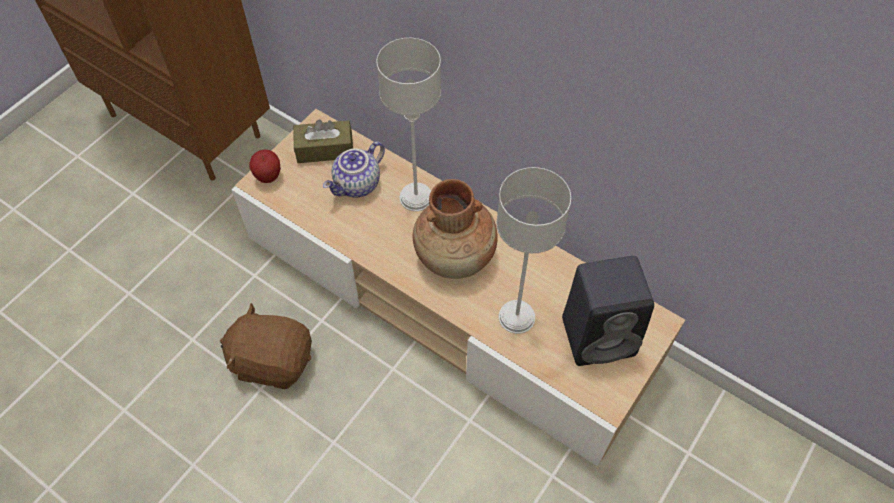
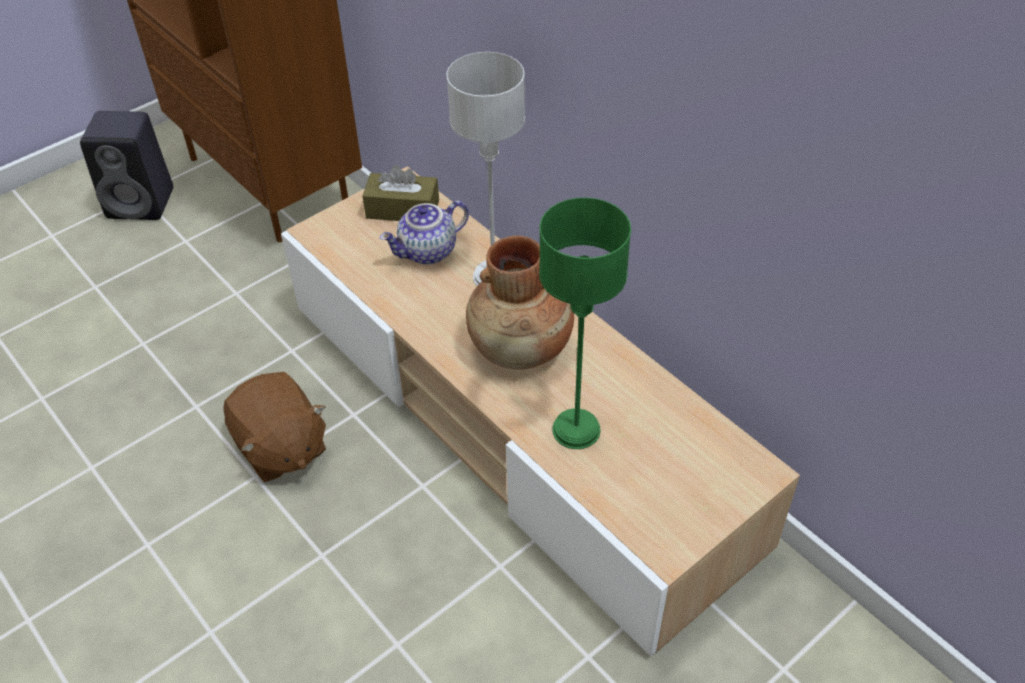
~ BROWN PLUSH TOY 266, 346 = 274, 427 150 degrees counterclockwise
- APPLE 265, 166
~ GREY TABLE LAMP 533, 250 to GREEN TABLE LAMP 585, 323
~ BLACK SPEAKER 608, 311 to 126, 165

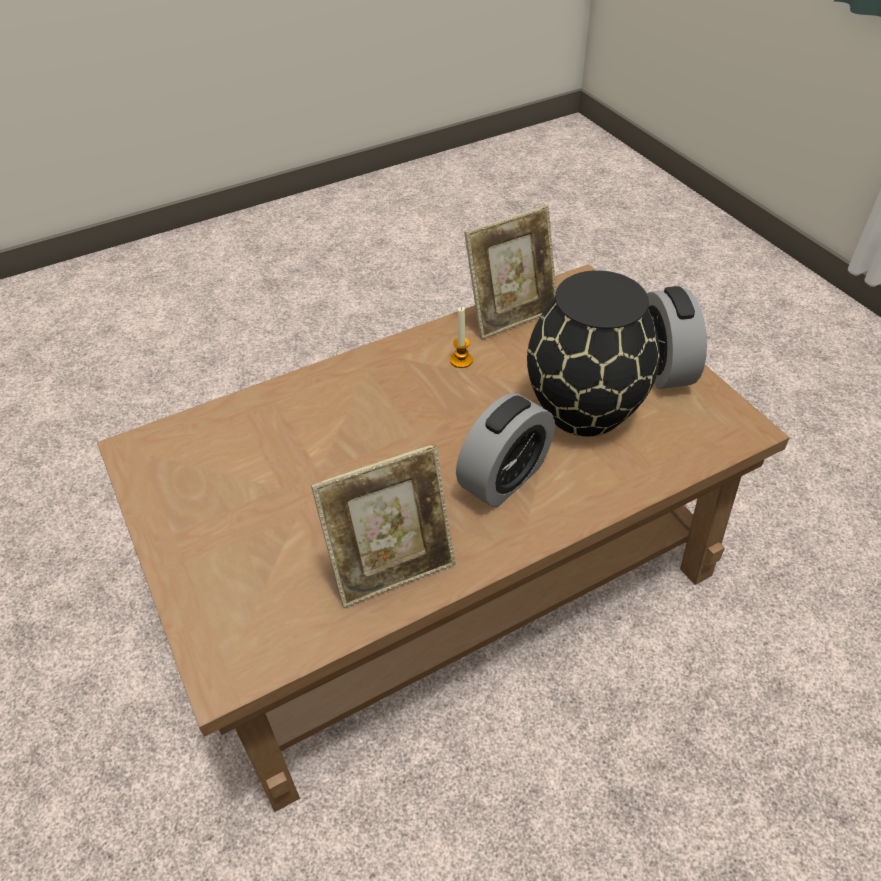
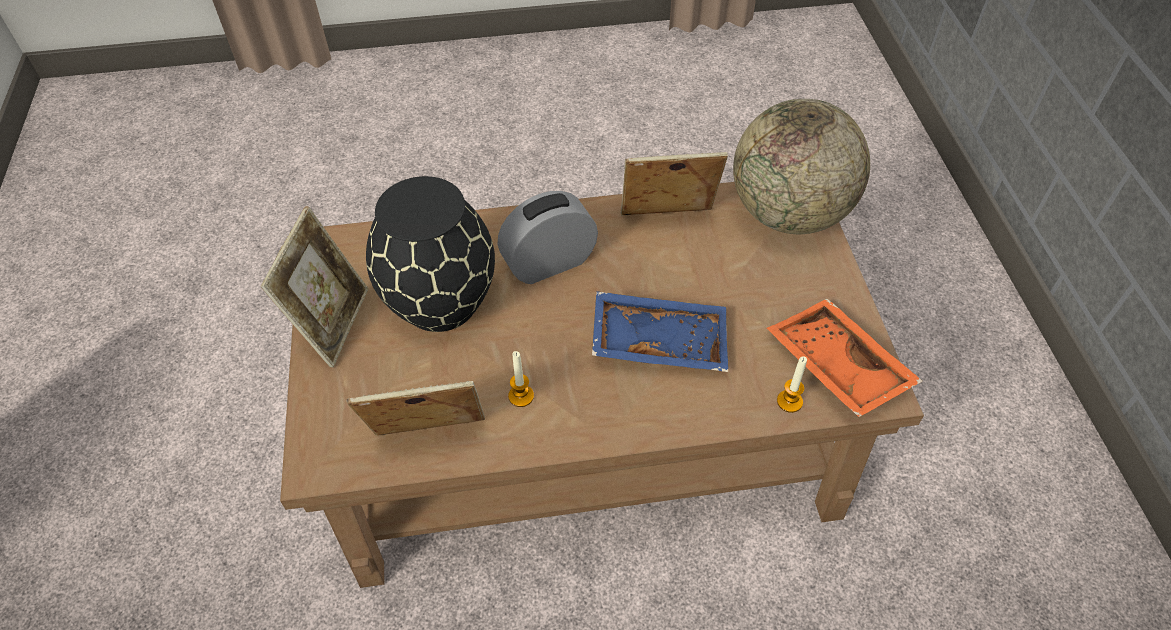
~ ALARM CLOCK 677, 337 to PICTURE FRAME 314, 286
+ BLUE TRAY 660, 331
+ GLOBE 801, 166
+ ORANGE TRAY 845, 358
+ CANDLE 792, 384

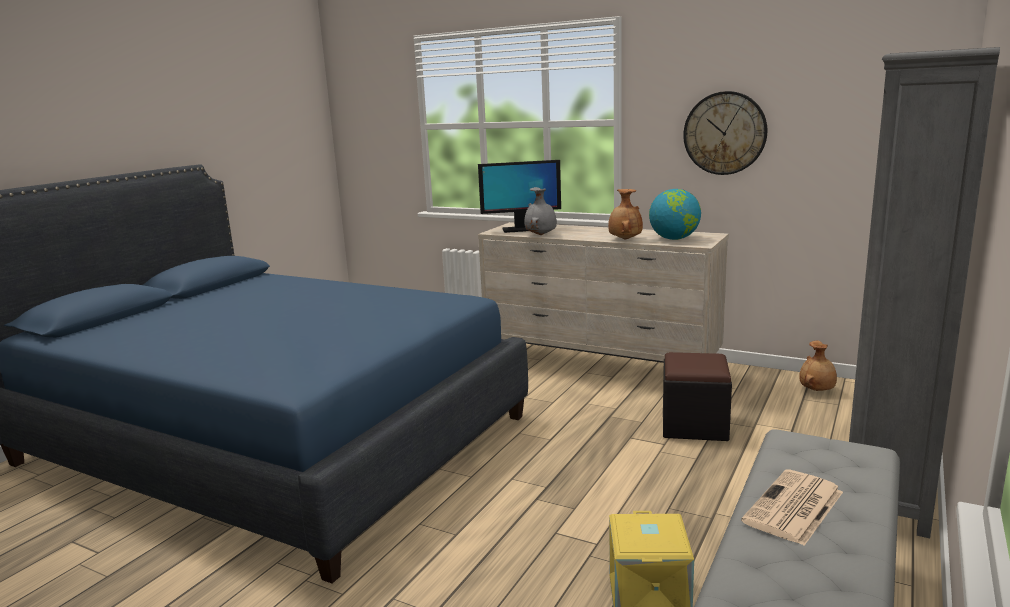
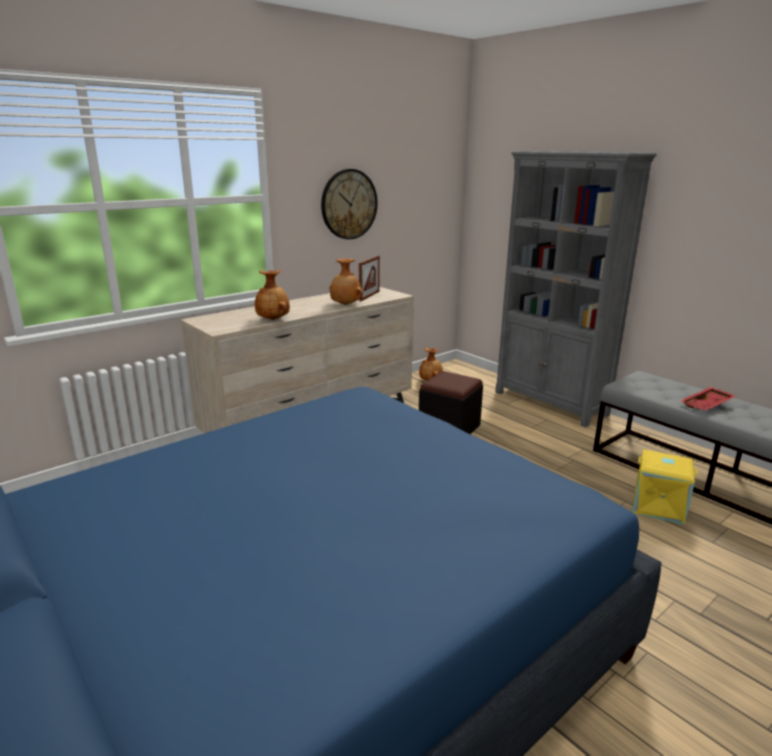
- MONITOR 519, 196
~ GREY VASE 541, 211 to BROWN VASE 272, 295
~ GLOBE 675, 214 to PICTURE FRAME 369, 278
~ NEWSPAPER 792, 508 to RED TRAY 707, 398

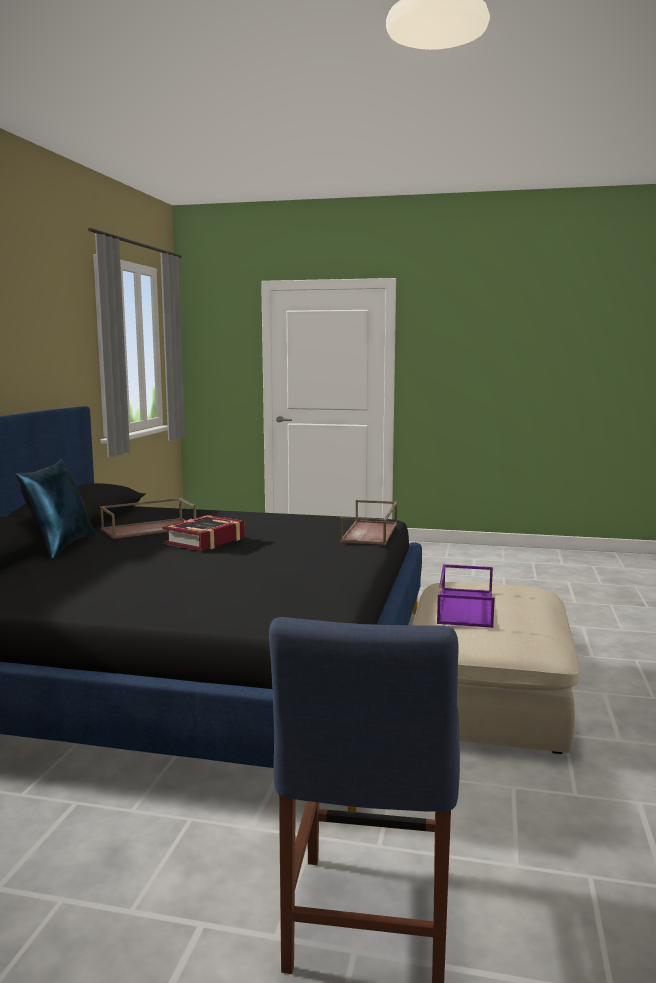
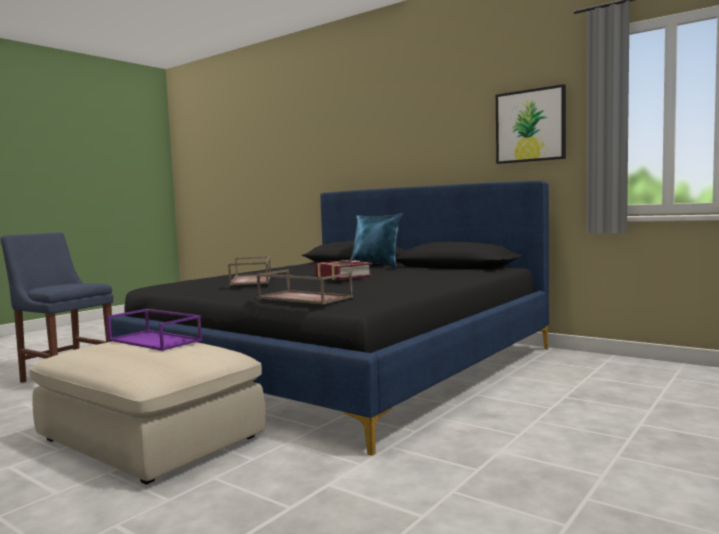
~ BROWN TRAY 148, 518 to 249, 270
+ PICTURE 531, 124

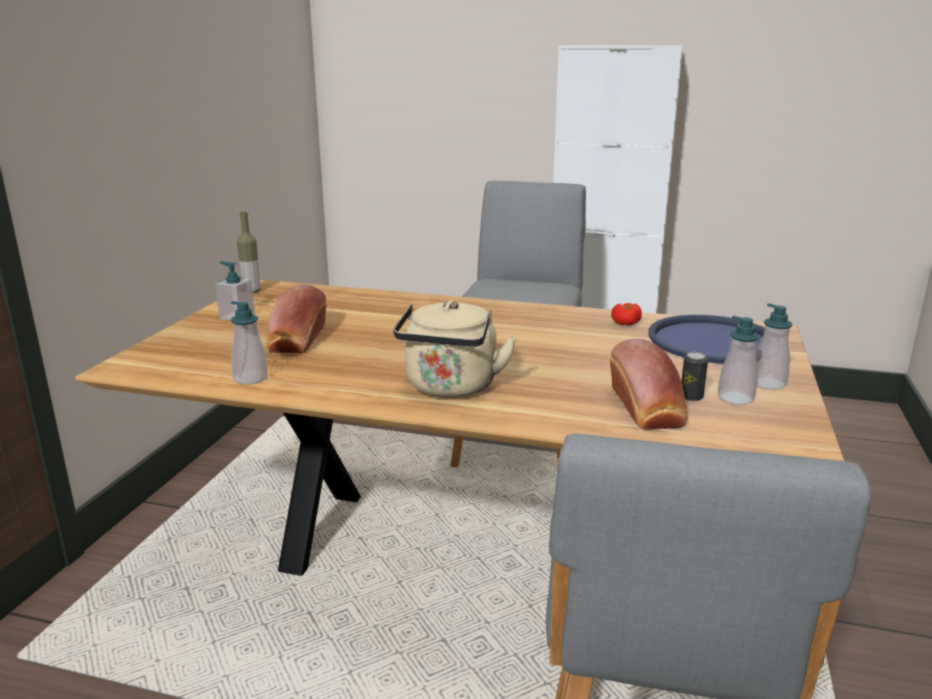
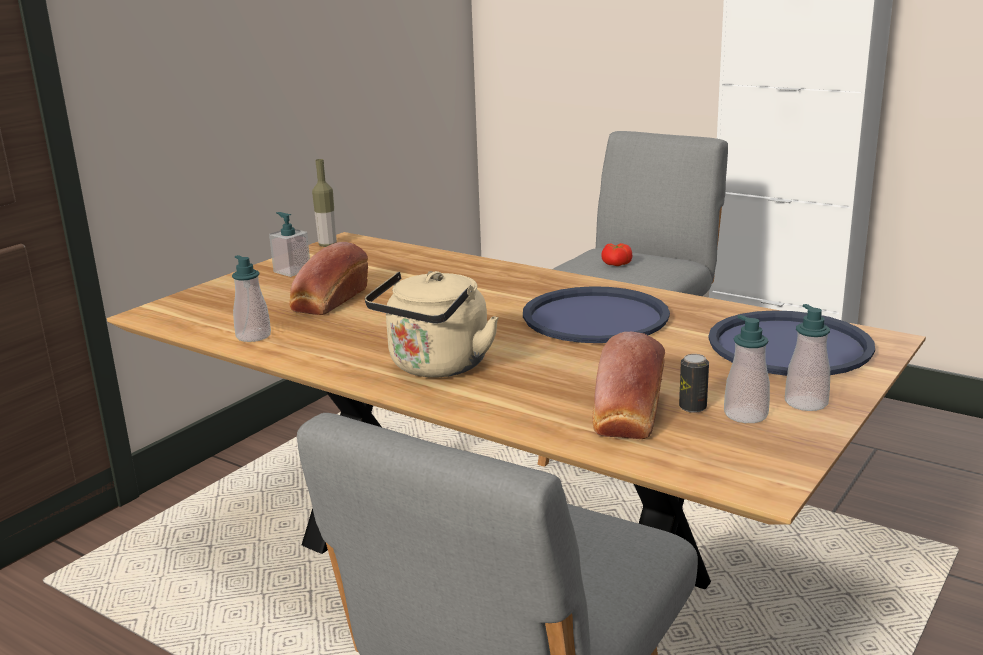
~ TOMATO 626, 314 to 616, 254
+ BLUE TRAY 596, 314

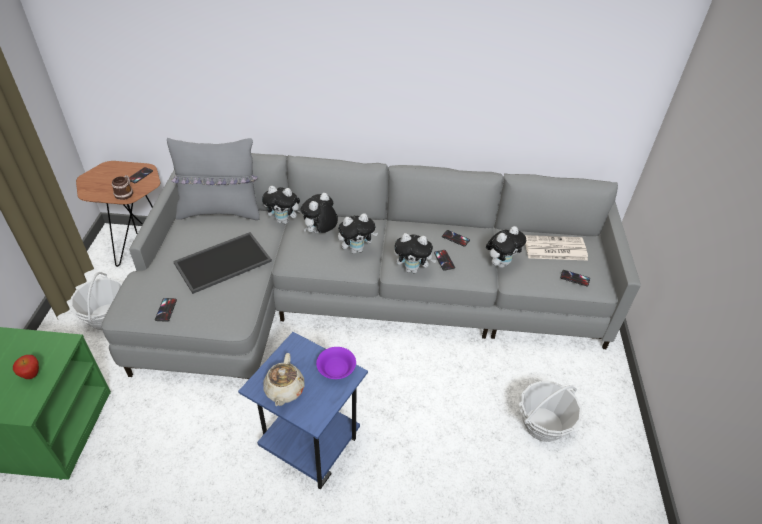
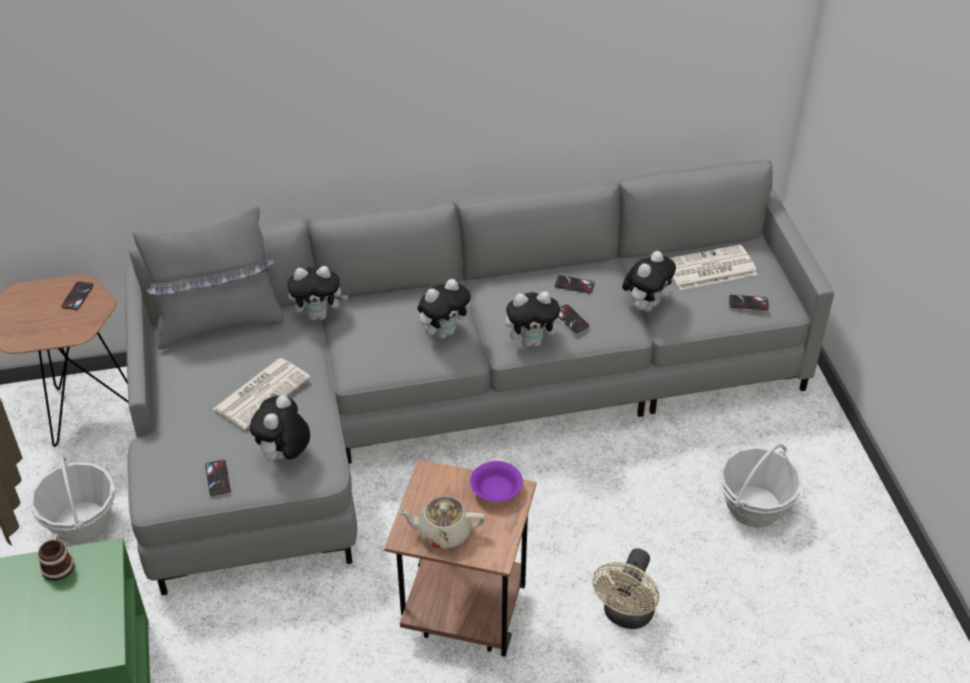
- APPLE 26, 367
~ MUG 122, 187 to 56, 557
~ TRAY 222, 263 to NEWSPAPER 262, 394
~ BLUE SIDE TABLE 303, 411 to BROWN SIDE TABLE 460, 558
~ BEIGE TEAPOT 284, 379 = 441, 522 105 degrees clockwise
~ PLUSH TOY 319, 213 to 280, 429
+ BEIGE FAN 625, 588

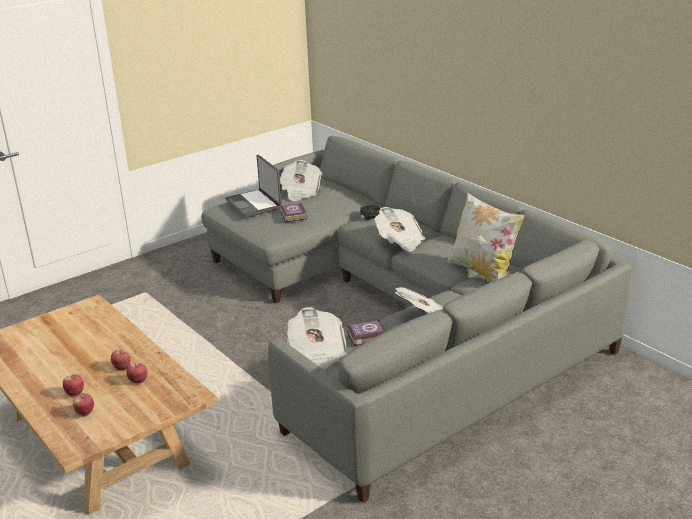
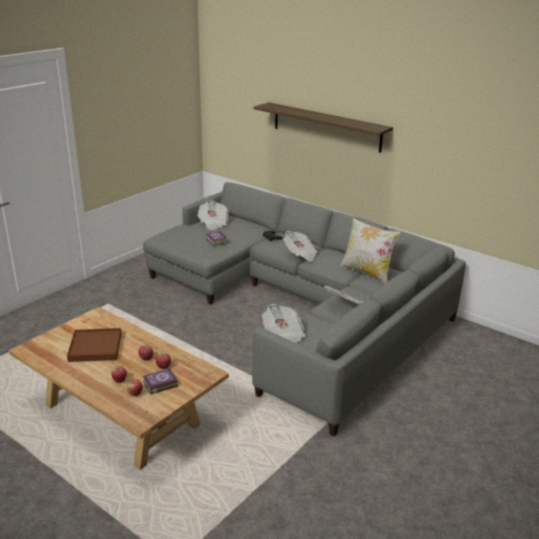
- LAPTOP 253, 186
~ BOOK 366, 333 to 160, 381
+ BROWN TRAY 94, 345
+ SHELF 323, 127

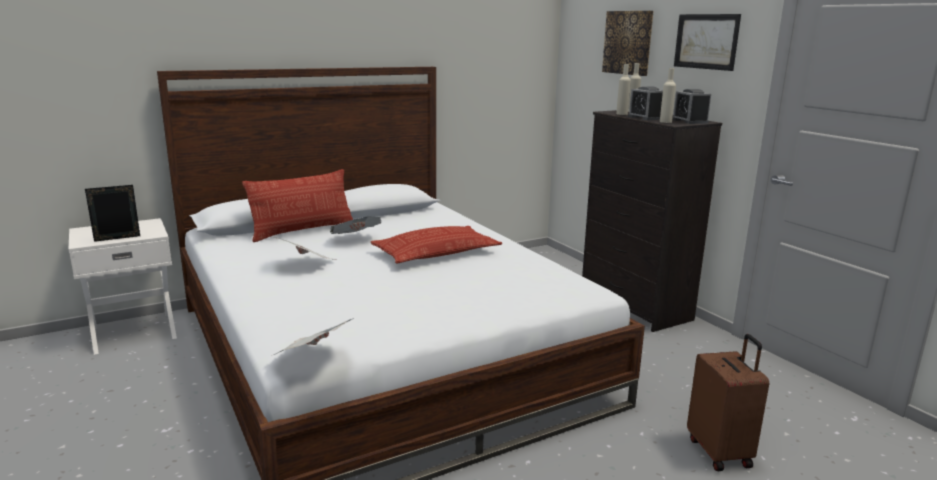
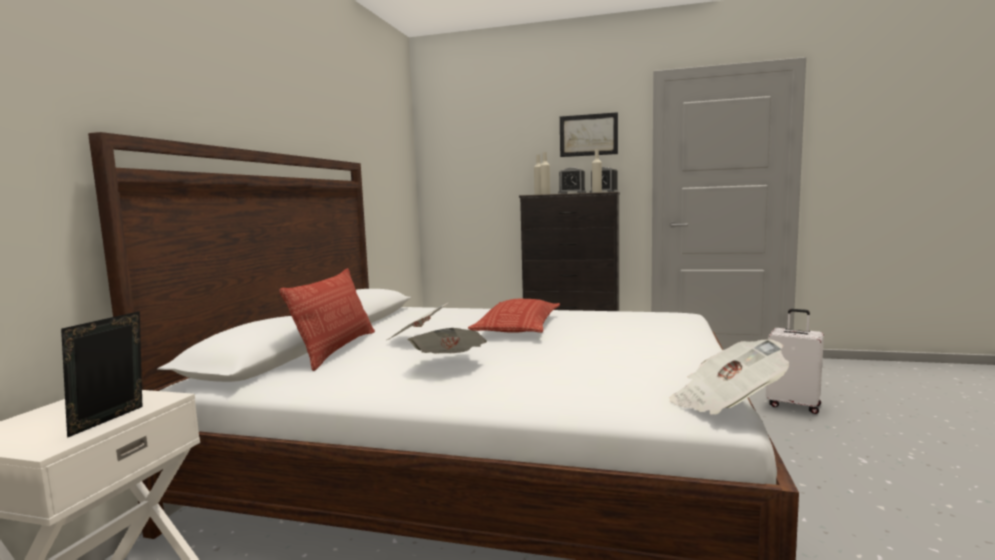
- PICTURE 628, 43
~ BROWN SUITCASE 728, 402 to WHITE SUITCASE 795, 361

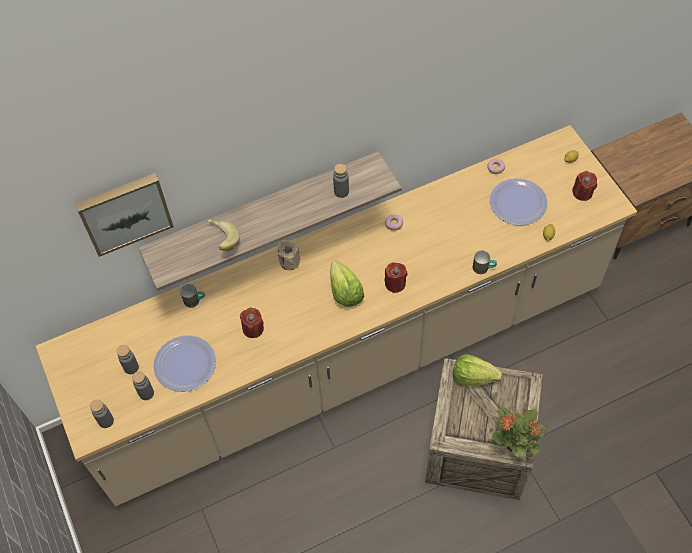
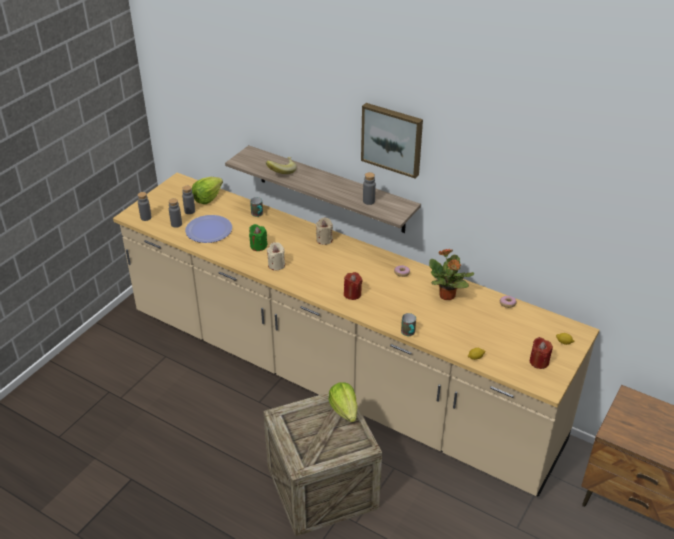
~ PICTURE 124, 215 to 392, 141
~ RED CANDLE 252, 323 to GREEN CANDLE 258, 237
~ LETTUCE 347, 284 to 207, 190
- PLATE 518, 201
~ POTTED PLANT 519, 433 to 451, 274
+ BEIGE CANDLE 276, 256

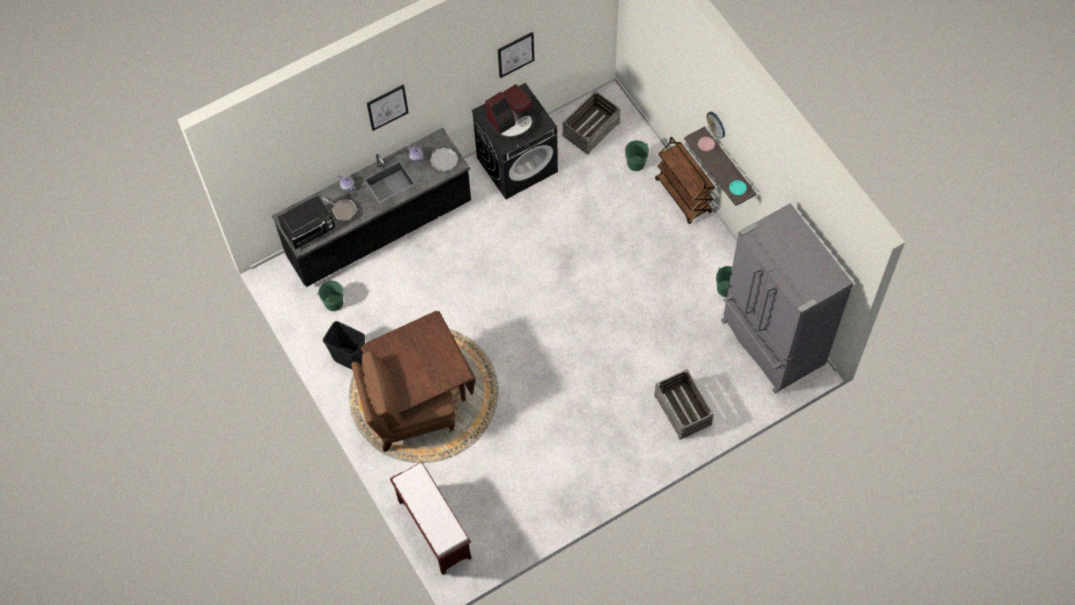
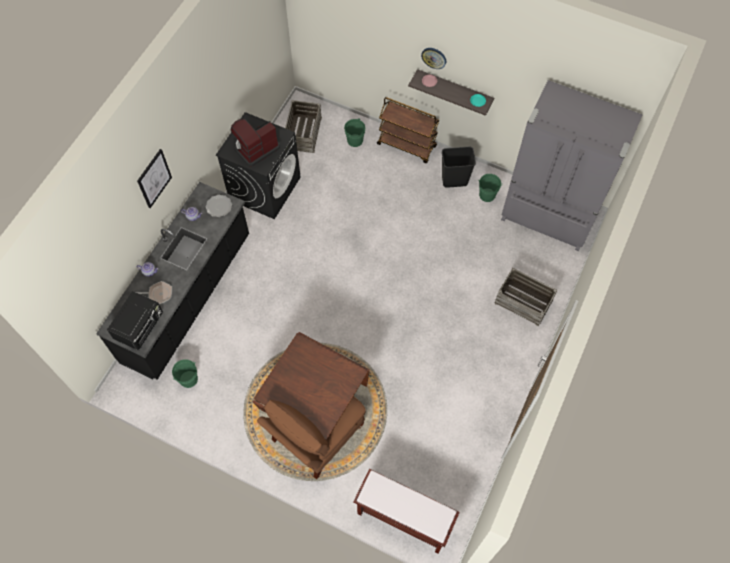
~ BLACK TRASH CAN 344, 345 to 459, 167
~ COFFEE MACHINE 509, 112 = 255, 142 150 degrees counterclockwise
- PICTURE 516, 55

